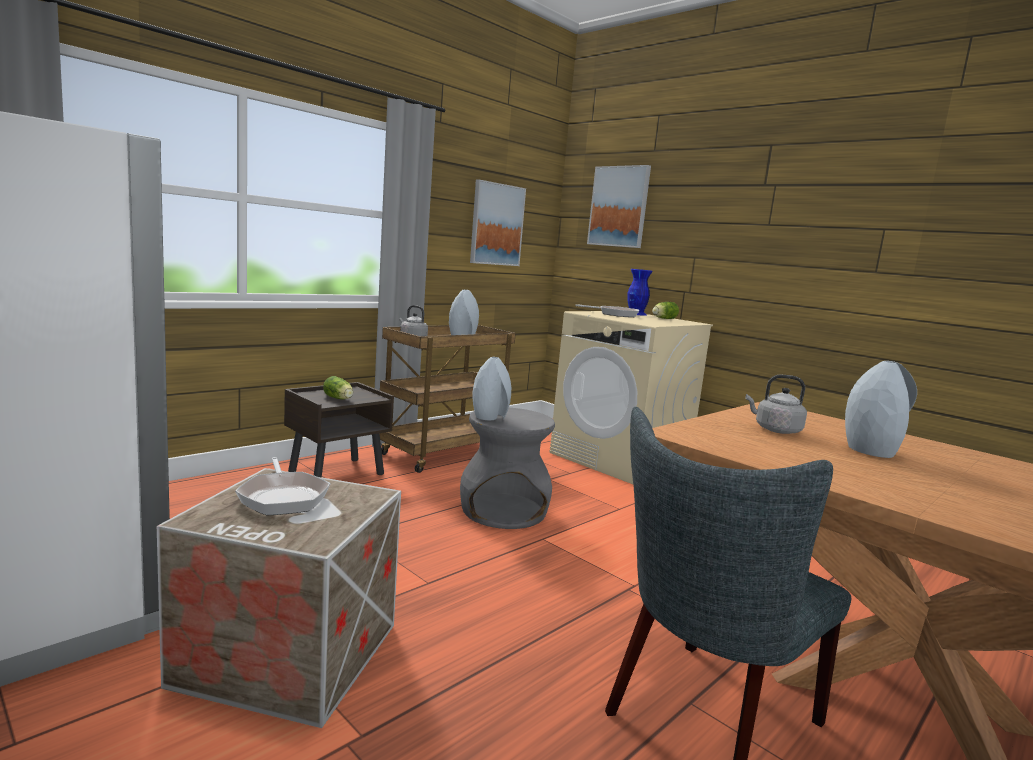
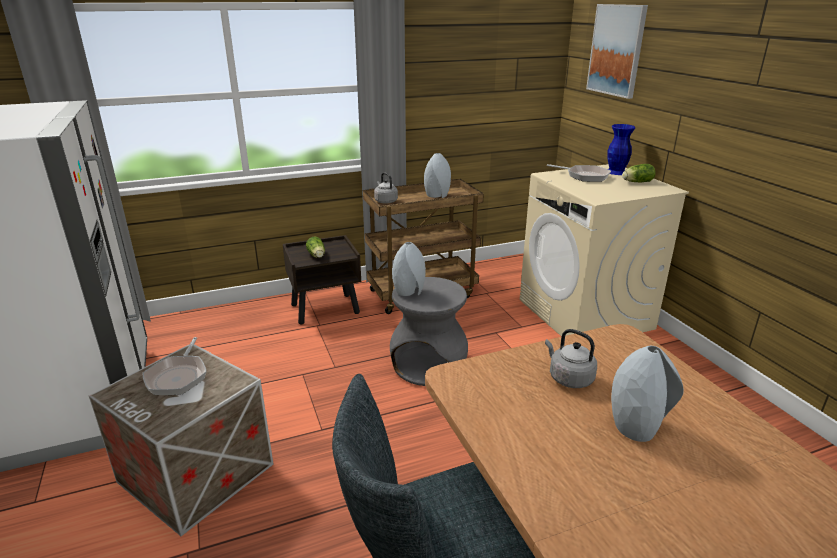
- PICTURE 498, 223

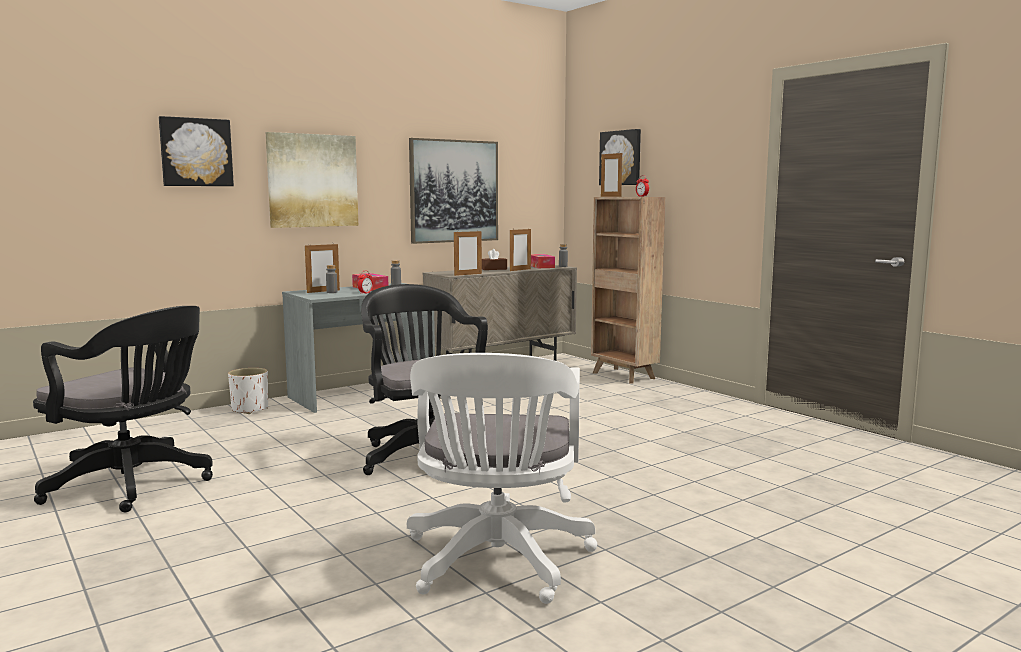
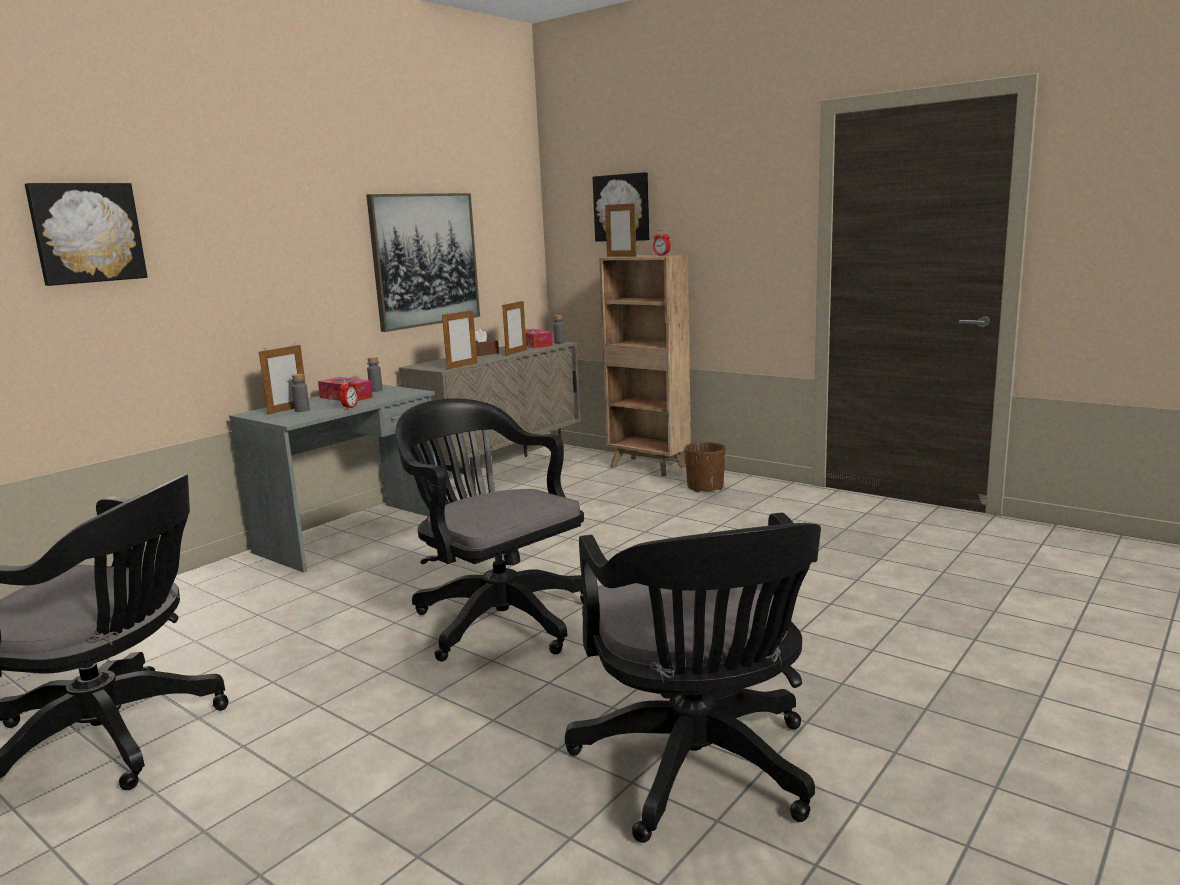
- WHITE PLANTER 248, 391
- PICTURE 312, 180
~ WHITE OFFICE CHAIR 502, 478 to BLACK OFFICE CHAIR 693, 678
+ BROWN PLANTER 704, 467

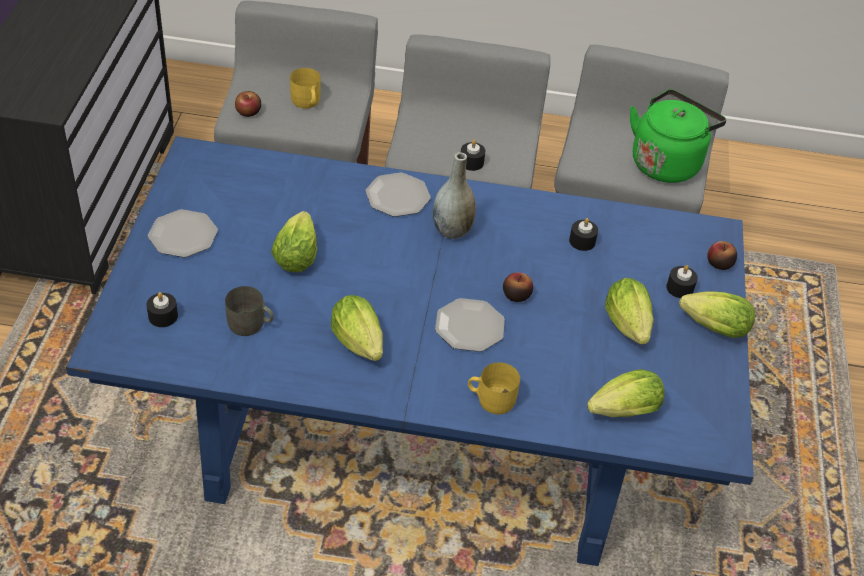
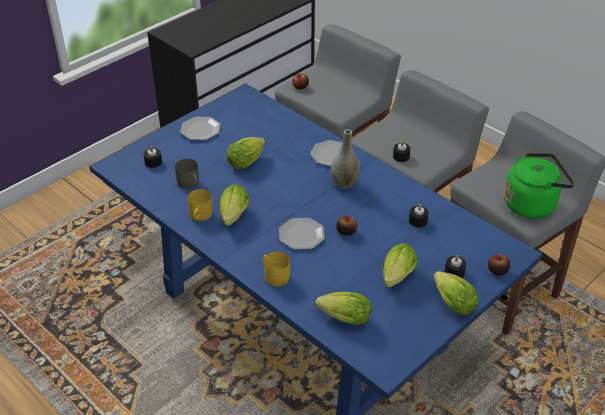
~ YELLOW MUG 305, 88 to 199, 205

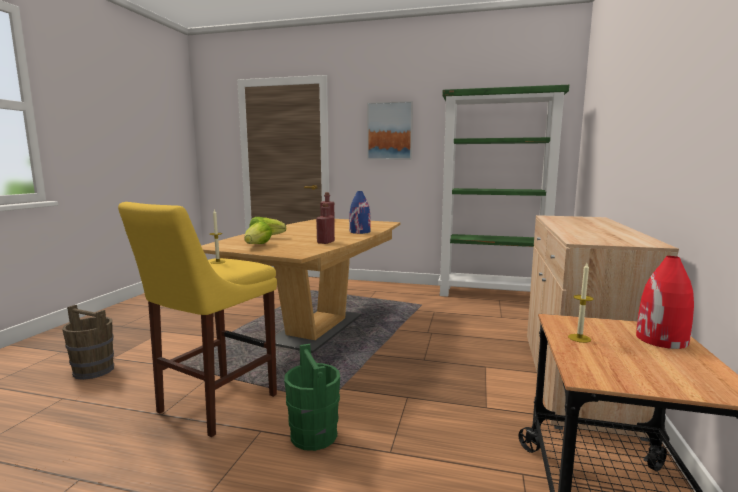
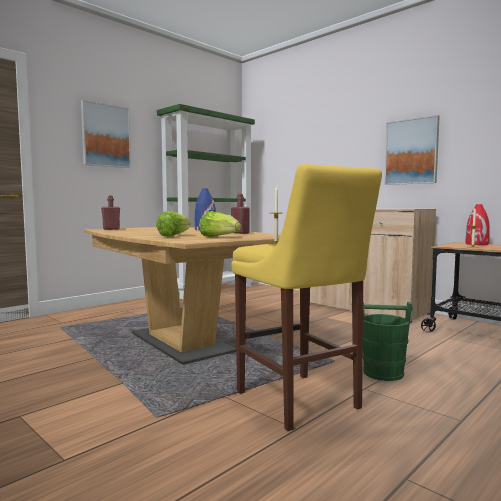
- BROWN BUCKET 88, 342
+ PICTURE 412, 150

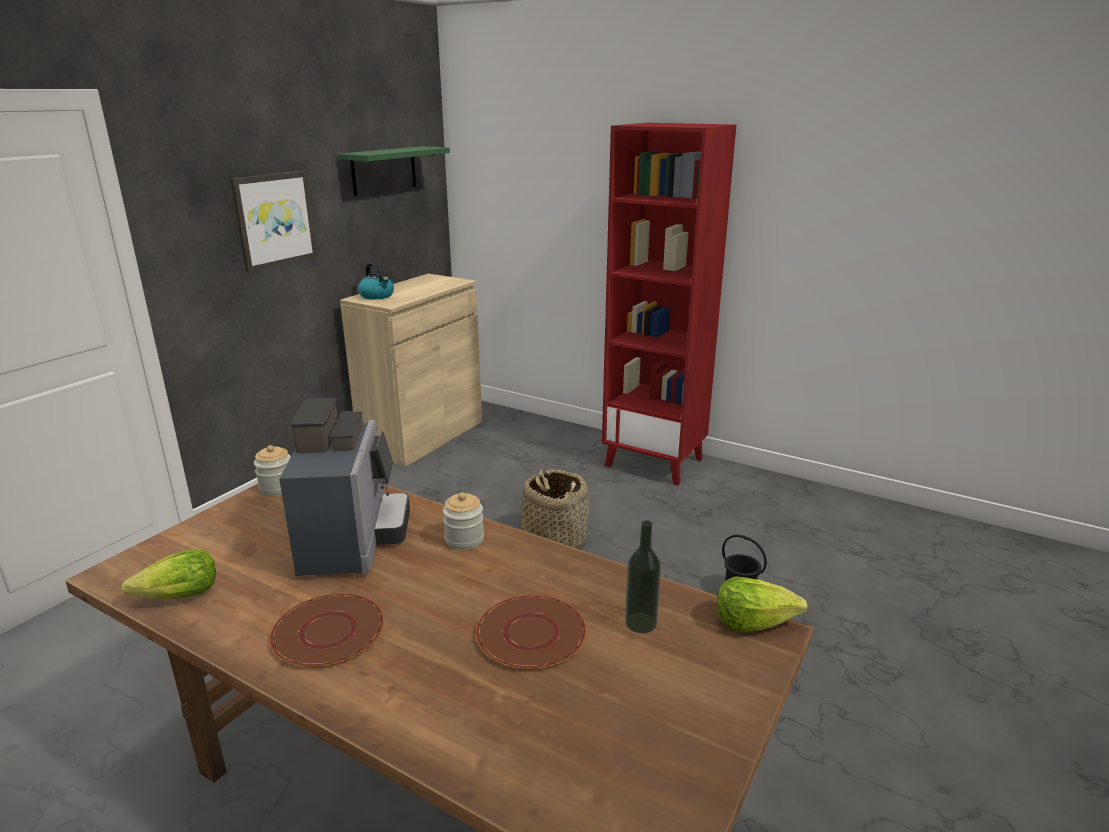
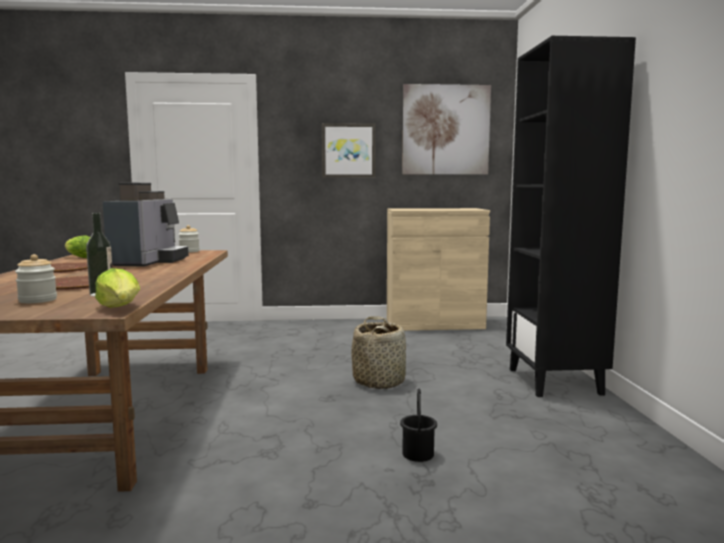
~ COFFEE MACHINE 344, 487 = 146, 224 45 degrees counterclockwise
~ GREEN SHELF 394, 171 to PICTURE 446, 129
- KETTLE 376, 281
~ JAR 463, 521 to 36, 278
~ RED BOOKCASE 669, 304 to BLACK BOOKCASE 571, 216

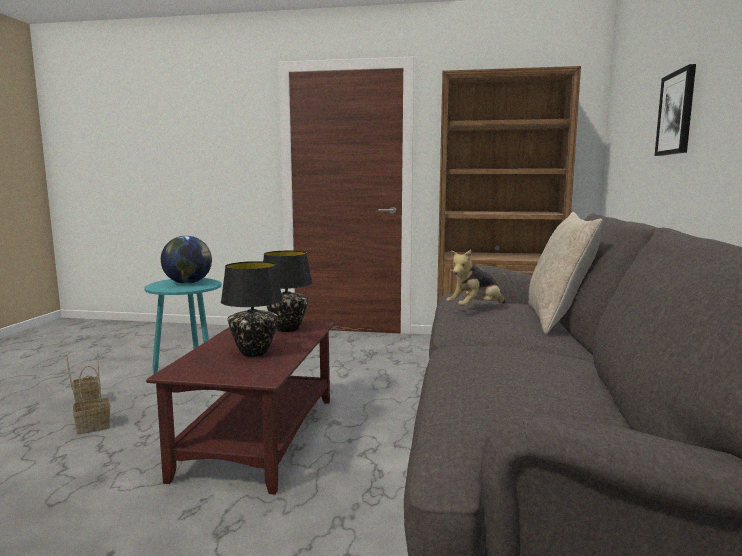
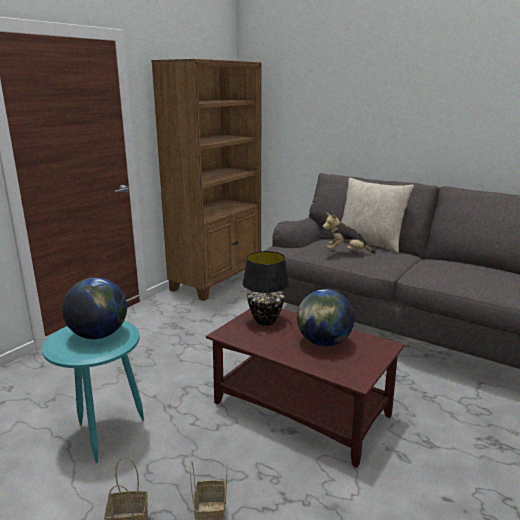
~ BLACK TABLE LAMP 252, 309 to GLOBE 325, 318
~ PLUSH TOY 476, 278 = 349, 233 105 degrees clockwise
- PICTURE 675, 110

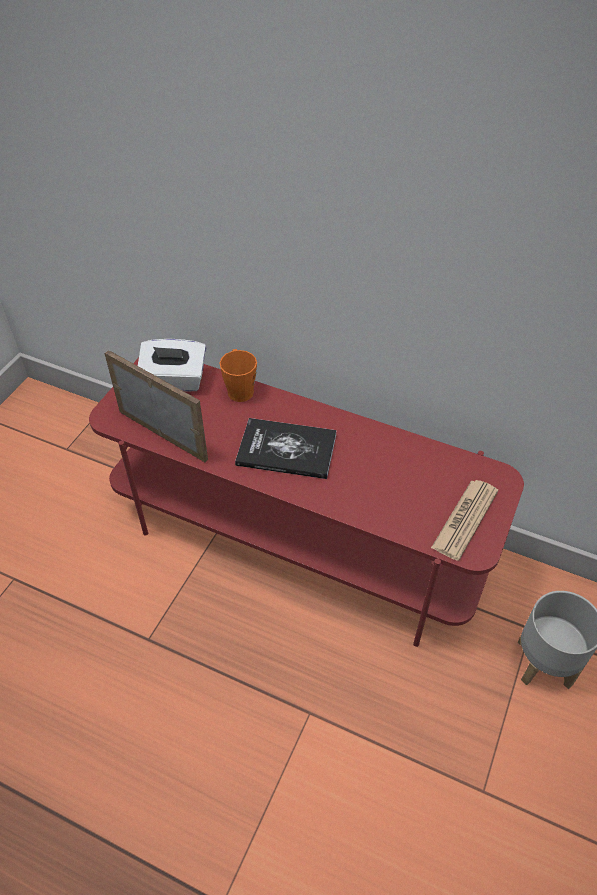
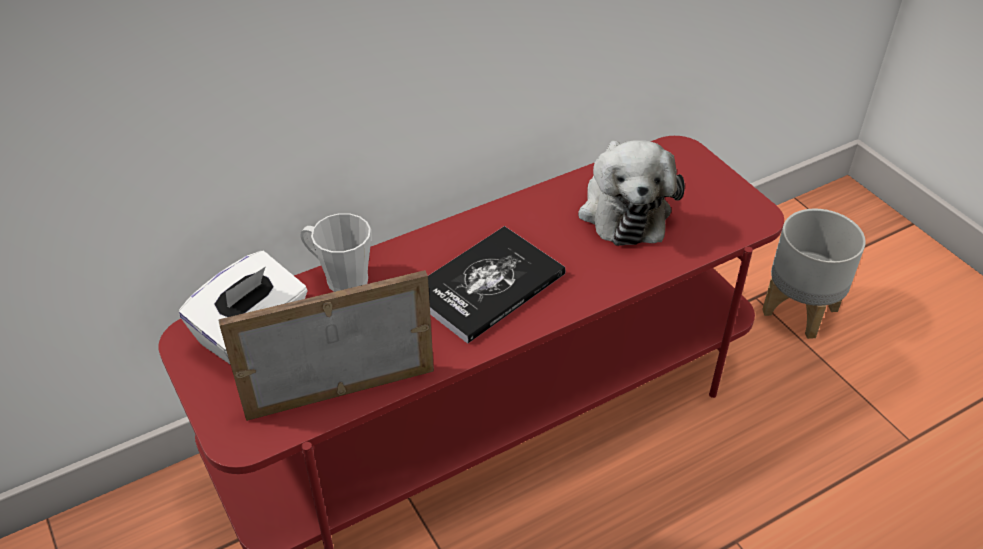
~ ORANGE MUG 238, 375 to GREY MUG 335, 252
- NEWSPAPER 464, 520
+ PLUSH TOY 631, 193

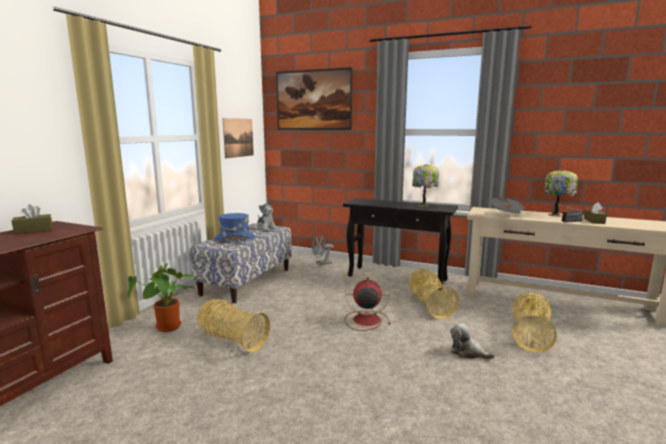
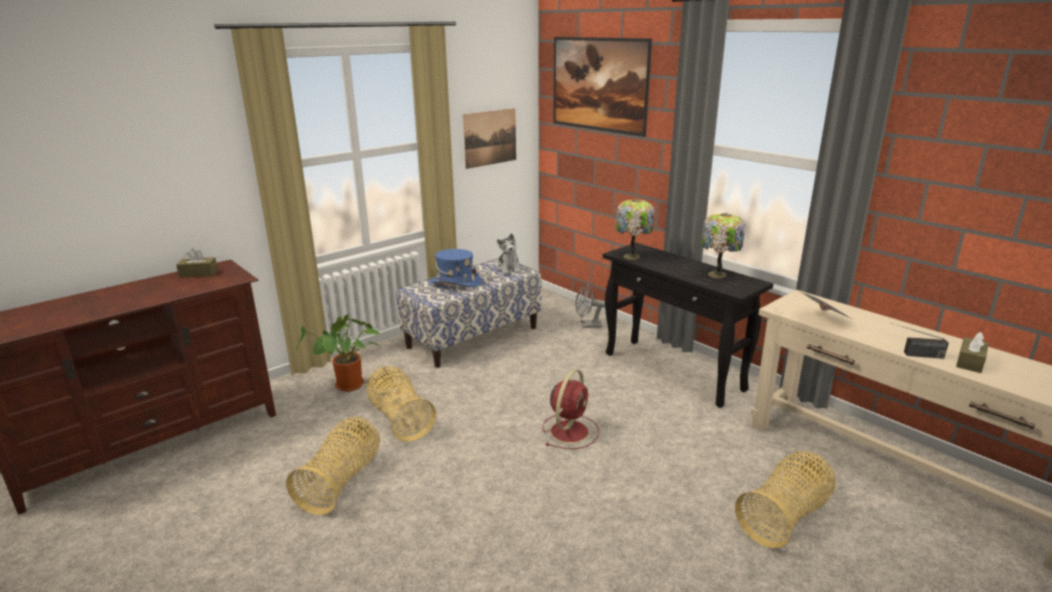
~ RED FAN 368, 302 = 571, 409 90 degrees clockwise
~ BASKET 434, 294 to 333, 466
- PLUSH TOY 472, 341
~ TABLE LAMP 561, 193 to 635, 229

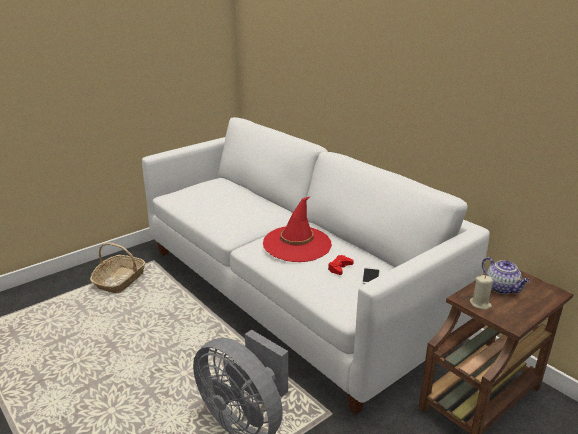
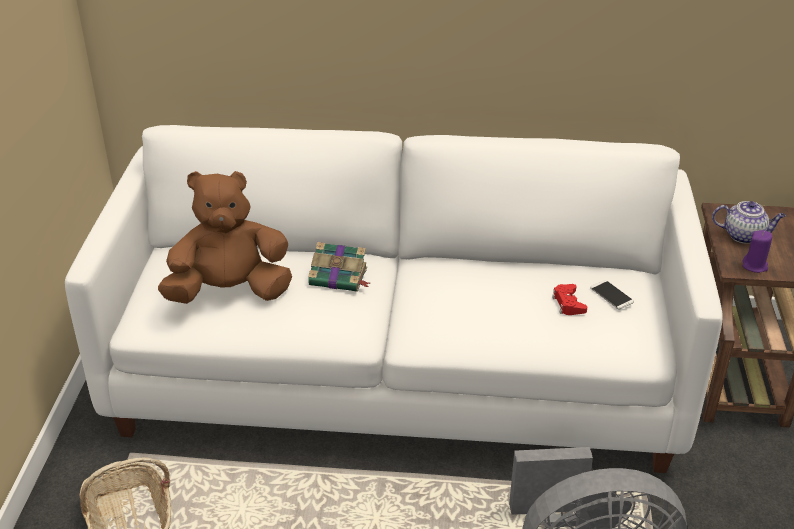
- RED HAT 297, 229
~ BEIGE CANDLE 481, 292 to PURPLE CANDLE 757, 251
+ BROWN PLUSH TOY 225, 237
+ BOOK 339, 267

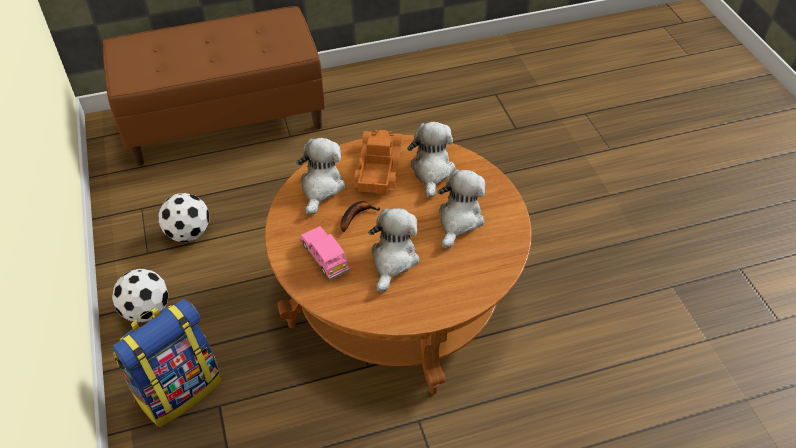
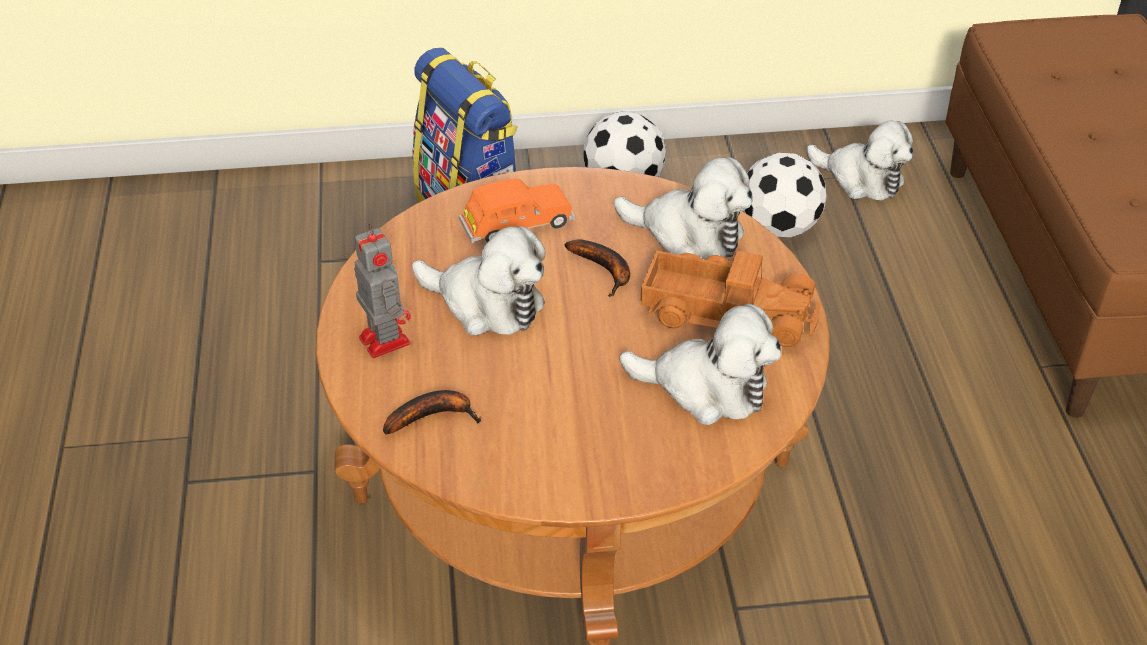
~ PINK TOY CAR 325, 253 to ORANGE TOY CAR 517, 210
~ PLUSH TOY 461, 209 to 859, 160
+ TOY ROBOT 382, 290
+ BANANA 432, 412

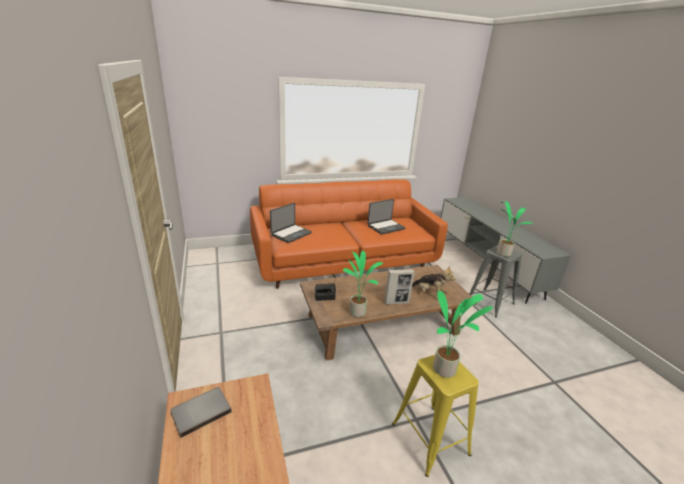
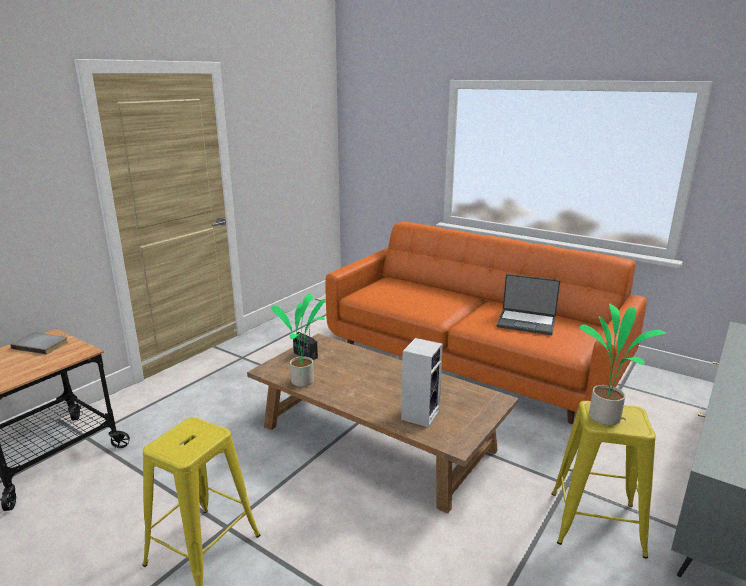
- LAPTOP 291, 223
- PICTURE FRAME 399, 287
~ PLUSH TOY 434, 279 to SPEAKER 422, 382
- POTTED PLANT 463, 334
~ GREY STOOL 495, 281 to YELLOW STOOL 604, 480

